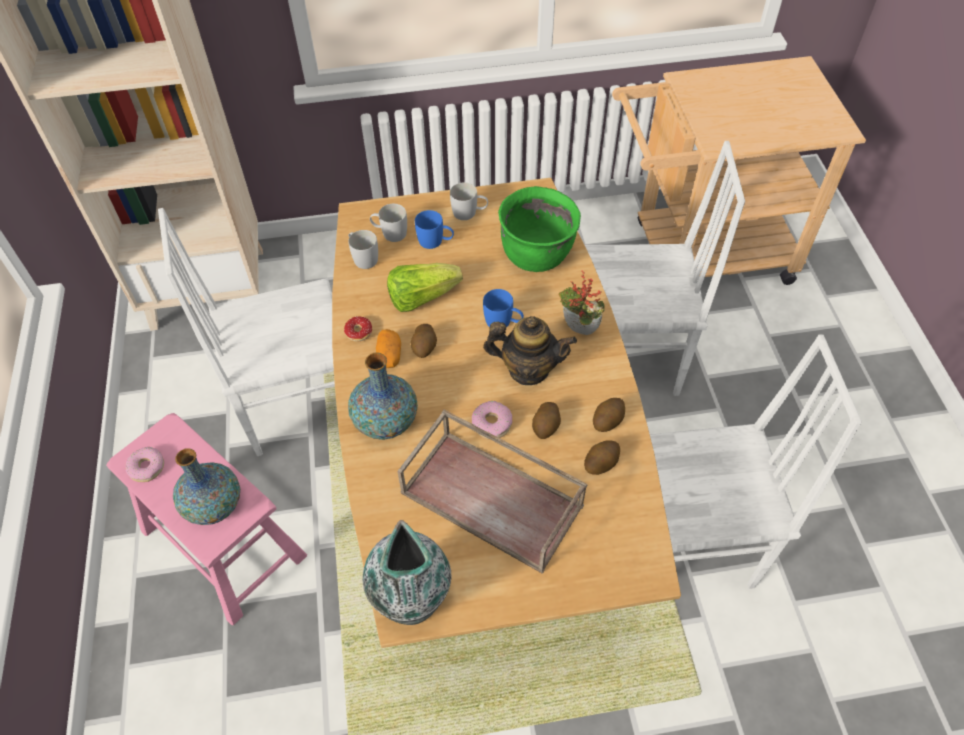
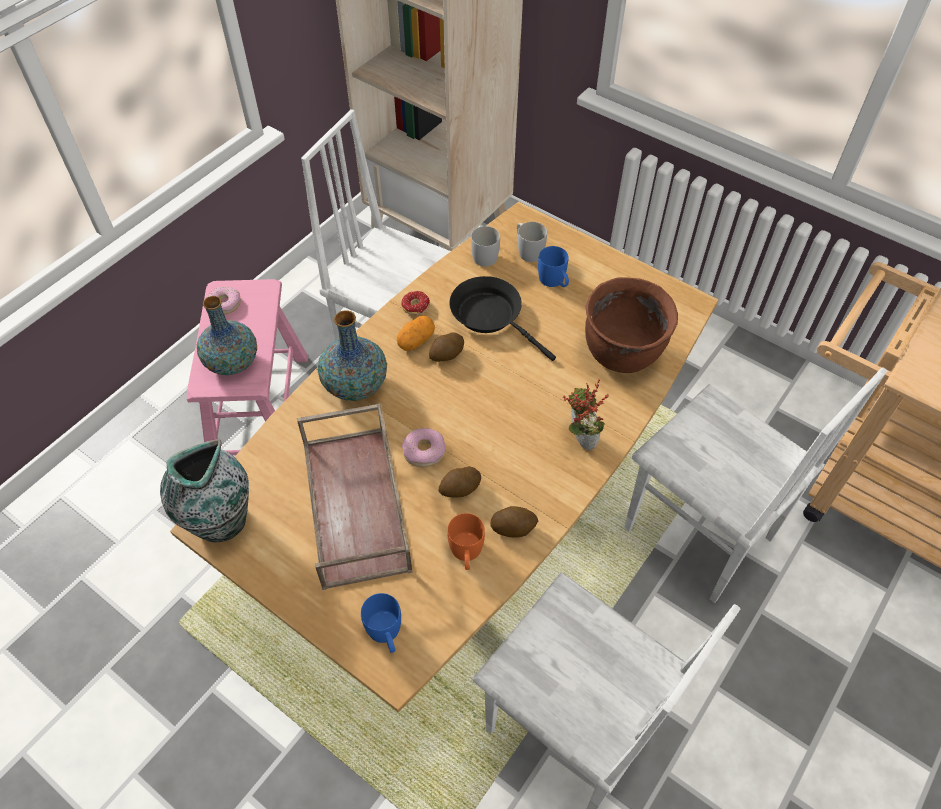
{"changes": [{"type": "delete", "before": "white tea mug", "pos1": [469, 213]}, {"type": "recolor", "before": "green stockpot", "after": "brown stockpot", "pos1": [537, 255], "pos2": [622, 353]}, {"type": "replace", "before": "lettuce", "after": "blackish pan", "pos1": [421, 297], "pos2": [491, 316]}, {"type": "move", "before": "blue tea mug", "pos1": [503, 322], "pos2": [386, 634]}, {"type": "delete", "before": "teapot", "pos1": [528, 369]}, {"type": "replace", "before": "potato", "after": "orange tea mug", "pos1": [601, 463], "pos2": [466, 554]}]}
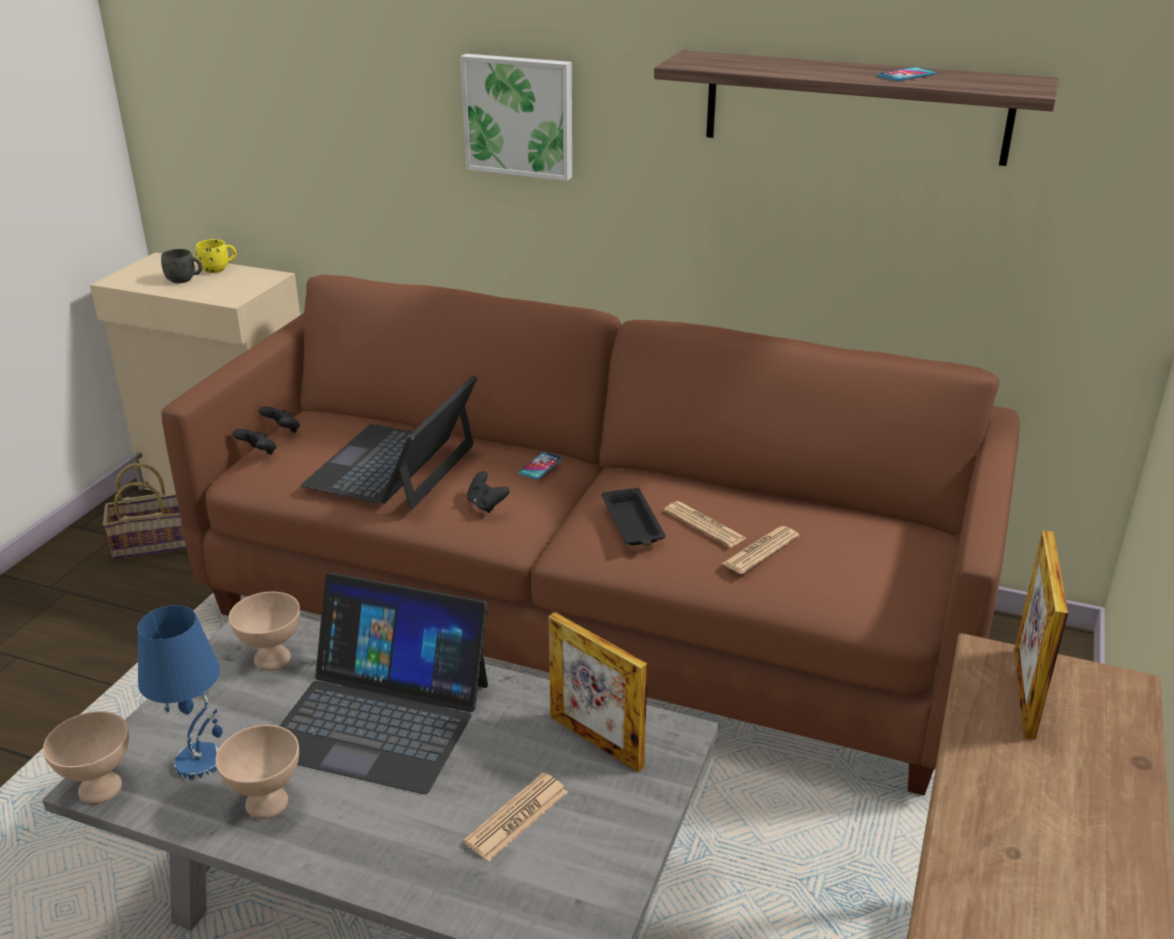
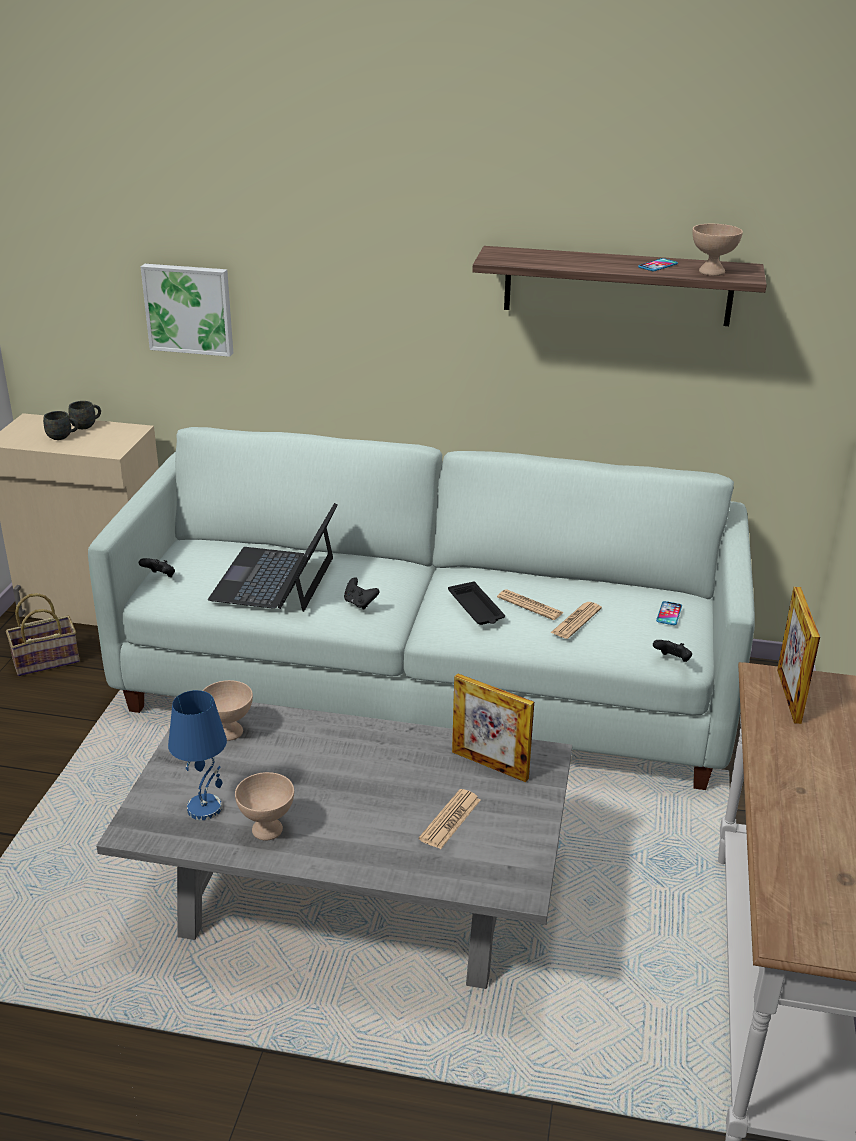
{"changes": [{"type": "move", "before": "wall art", "pos1": [519, 115], "pos2": [189, 308]}, {"type": "recolor", "before": "yellow tea mug", "after": "grey tea mug", "pos1": [219, 269], "pos2": [87, 425]}, {"type": "recolor", "before": "brown settee", "after": "white settee", "pos1": [588, 614], "pos2": [427, 685]}, {"type": "move", "before": "blackish game controller", "pos1": [283, 430], "pos2": [672, 660]}, {"type": "move", "before": "telephone", "pos1": [540, 466], "pos2": [669, 614]}, {"type": "delete", "before": "portable computer", "pos1": [379, 717]}, {"type": "move", "before": "beige deep dish", "pos1": [101, 788], "pos2": [712, 272]}]}
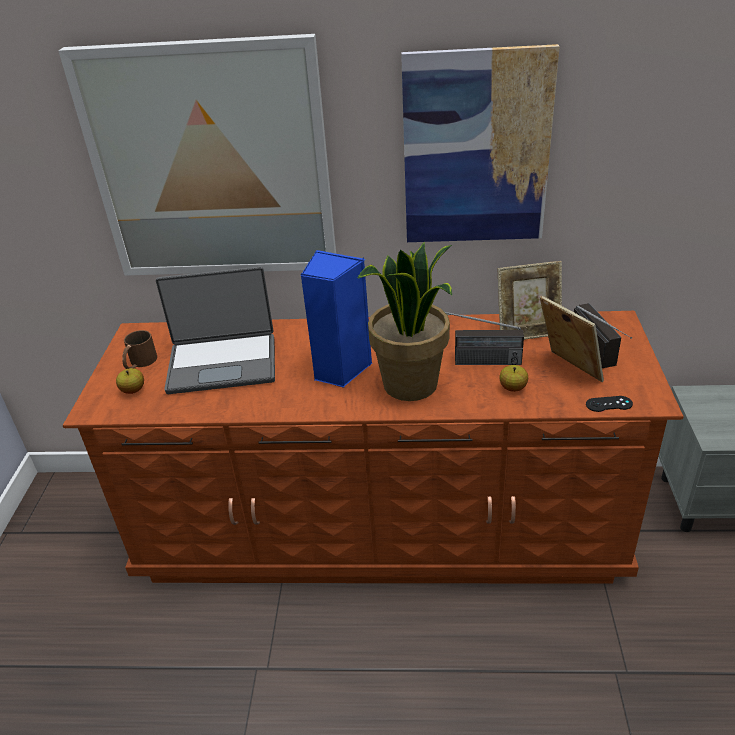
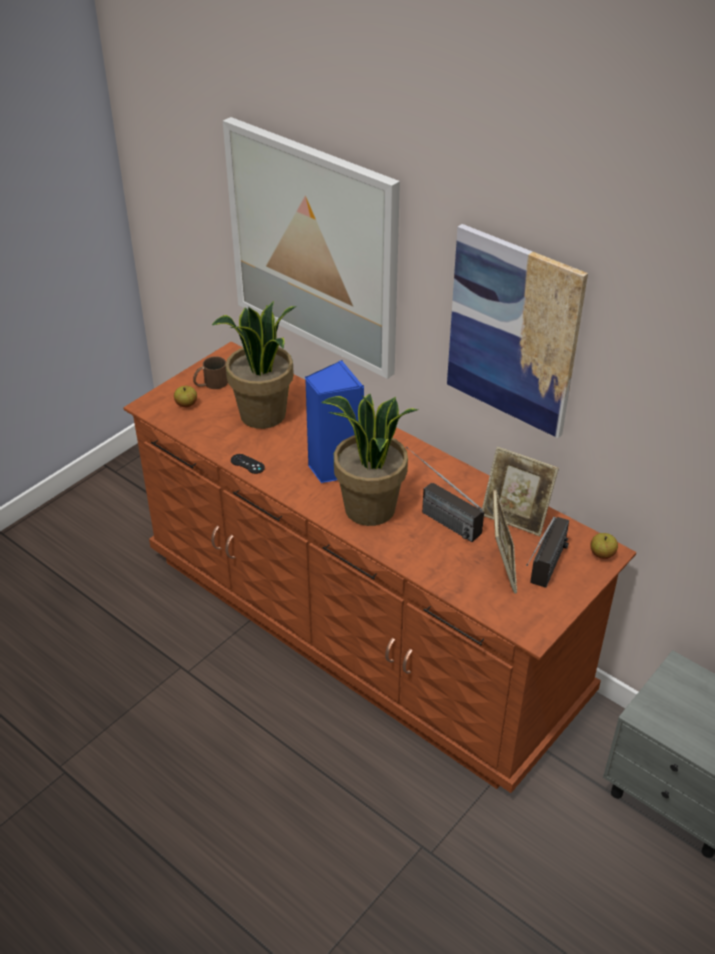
{"changes": [{"type": "replace", "before": "portable computer", "after": "plant in a pot", "pos1": [223, 363], "pos2": [263, 415]}, {"type": "move", "before": "whole apple", "pos1": [513, 388], "pos2": [602, 554]}, {"type": "move", "before": "blackish game controller", "pos1": [609, 404], "pos2": [247, 464]}]}
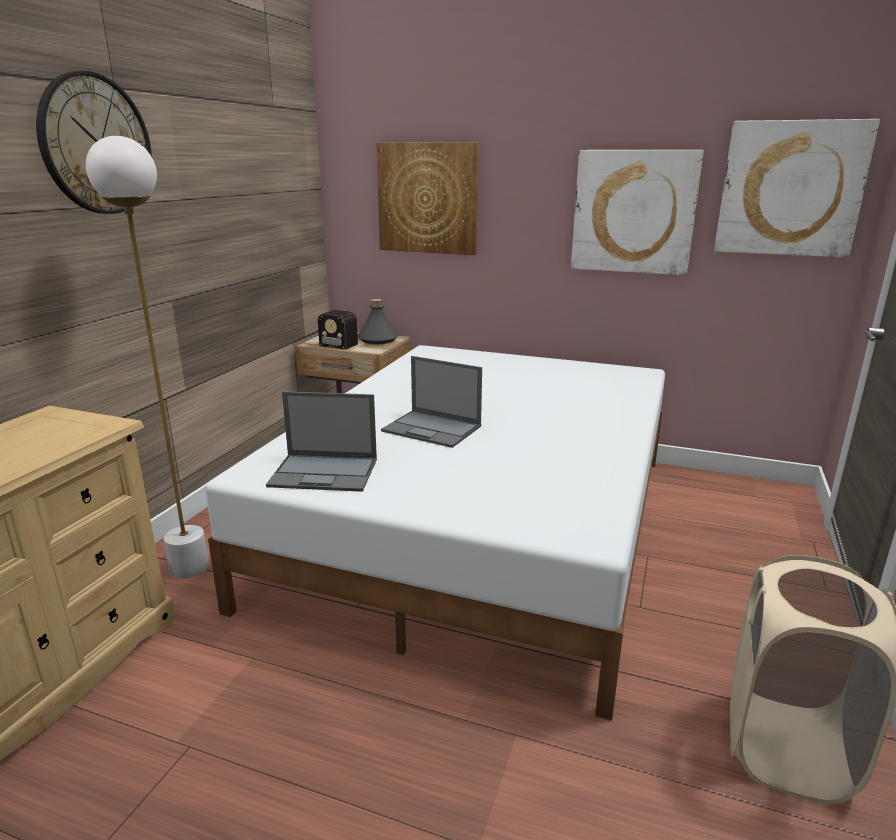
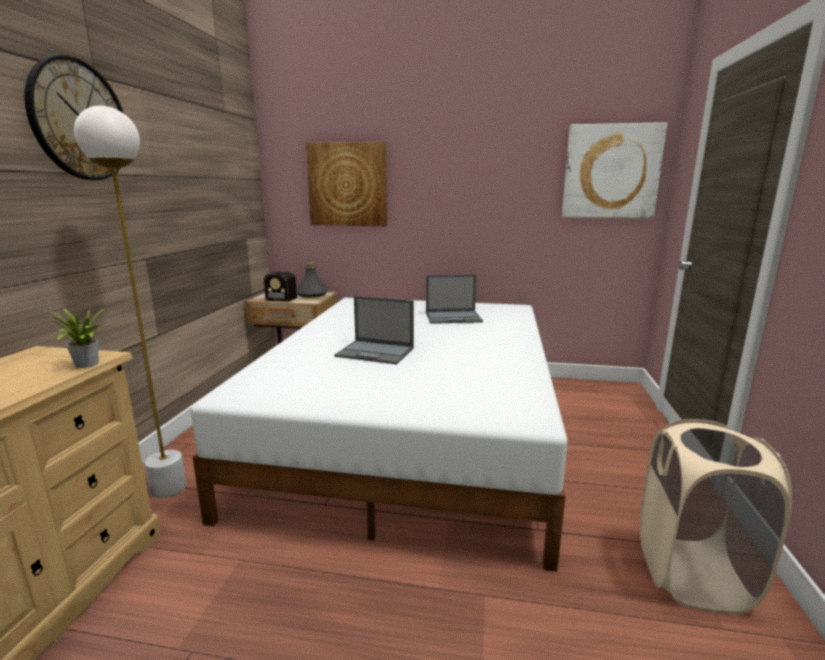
{"changes": [{"type": "delete", "before": "wall art", "pos1": [633, 212]}, {"type": "move", "before": "portable computer", "pos1": [325, 473], "pos2": [454, 317]}, {"type": "insert", "after": "plant in a pot", "pos2": [85, 365]}]}
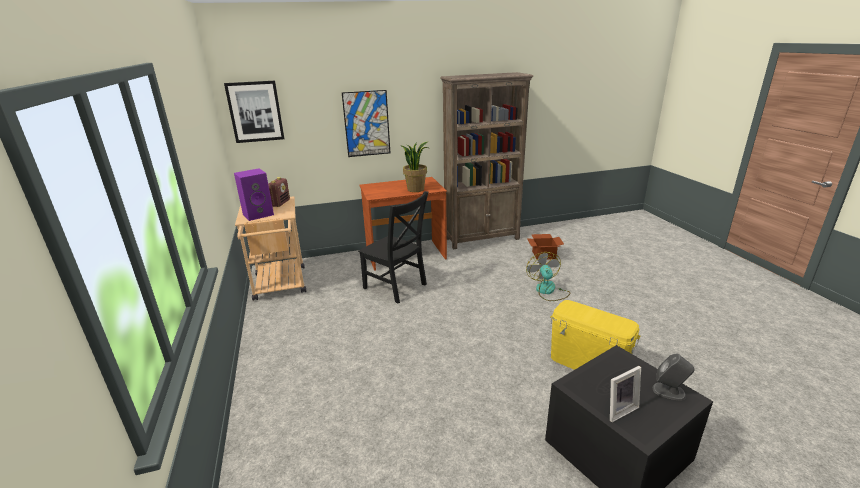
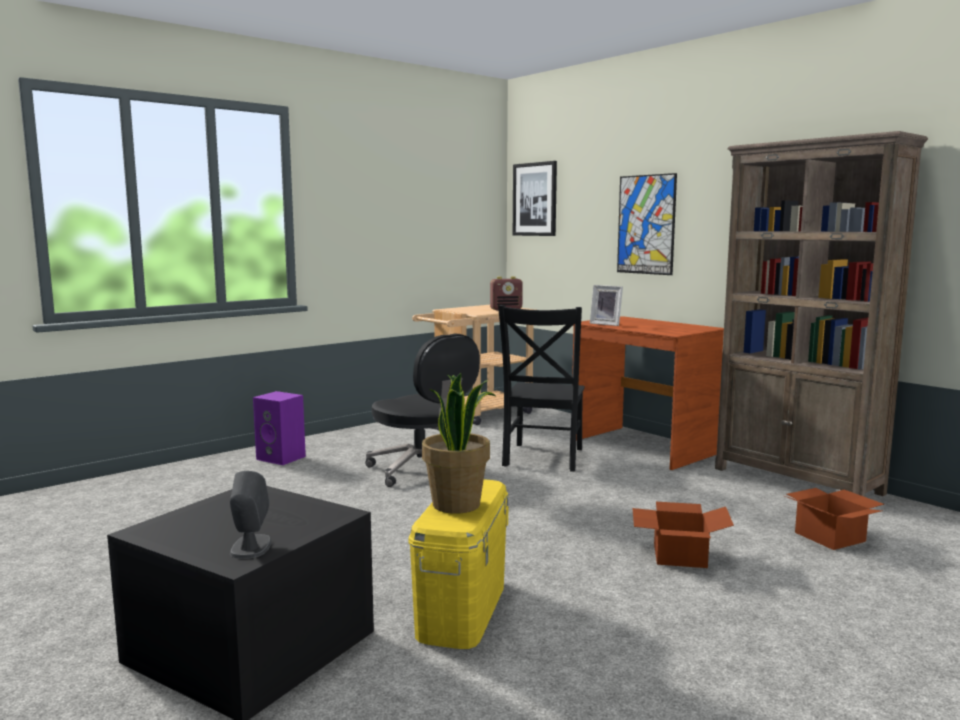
{"changes": [{"type": "move", "before": "plant in a pot", "pos1": [416, 189], "pos2": [457, 505]}, {"type": "move", "before": "purple speaker", "pos1": [258, 214], "pos2": [282, 458]}, {"type": "replace", "before": "fan", "after": "packing box", "pos1": [548, 291], "pos2": [677, 555]}, {"type": "move", "before": "photo frame", "pos1": [618, 409], "pos2": [606, 324]}, {"type": "insert", "after": "blackish desk chair", "pos2": [423, 470]}]}
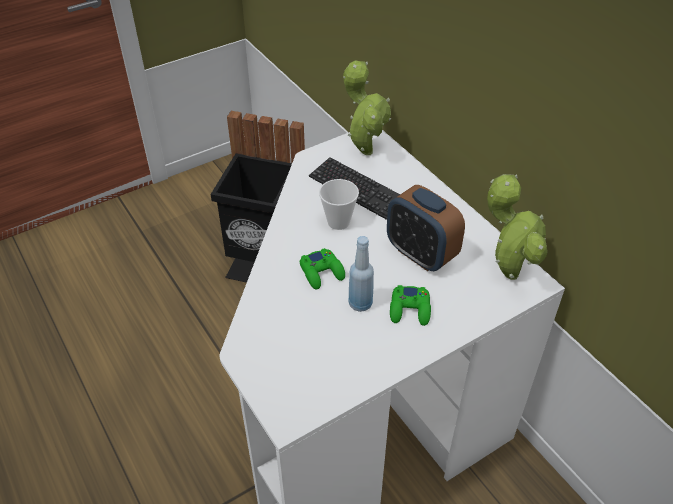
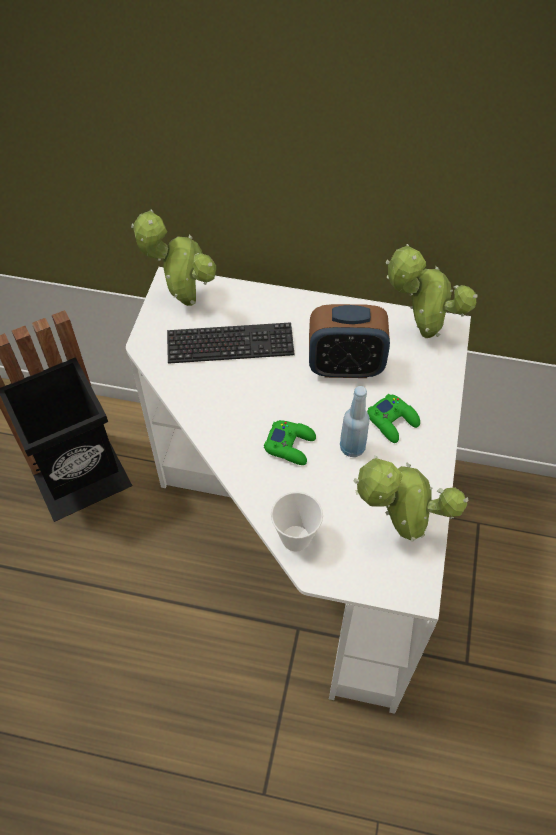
{"changes": [{"type": "move", "before": "cup", "pos1": [338, 222], "pos2": [295, 538]}, {"type": "insert", "after": "plant in a pot", "pos2": [399, 531]}]}
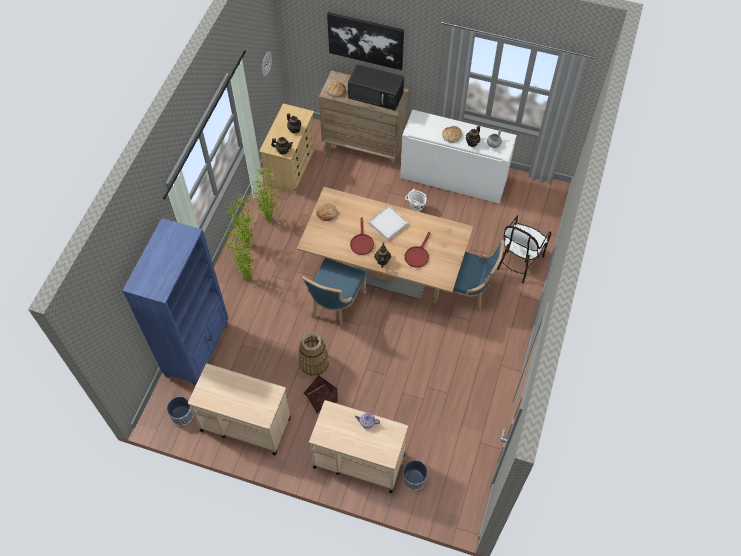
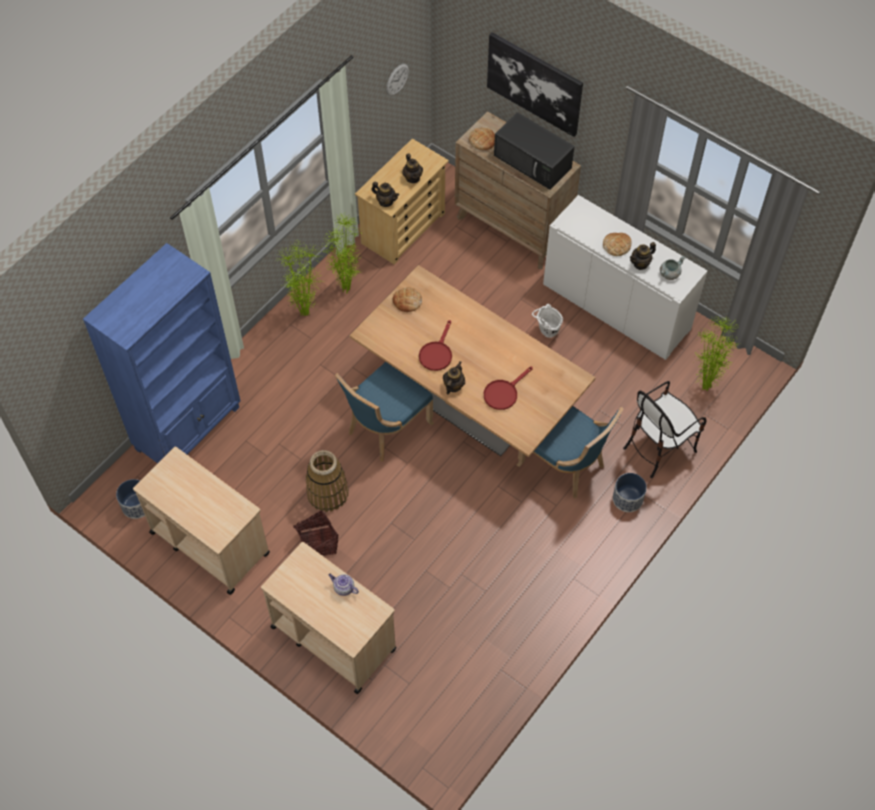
{"changes": [{"type": "delete", "before": "white serving tray", "pos1": [388, 224]}, {"type": "move", "before": "plant in a pot", "pos1": [246, 279], "pos2": [704, 387]}, {"type": "move", "before": "flower pot", "pos1": [414, 478], "pos2": [627, 499]}]}
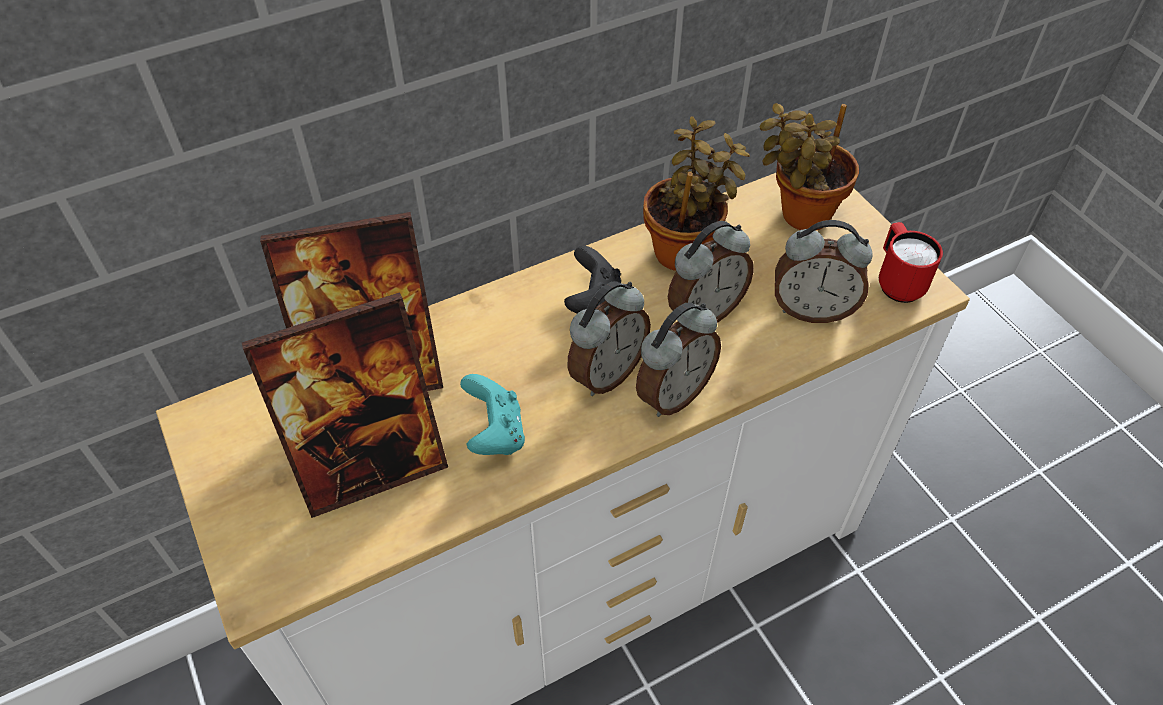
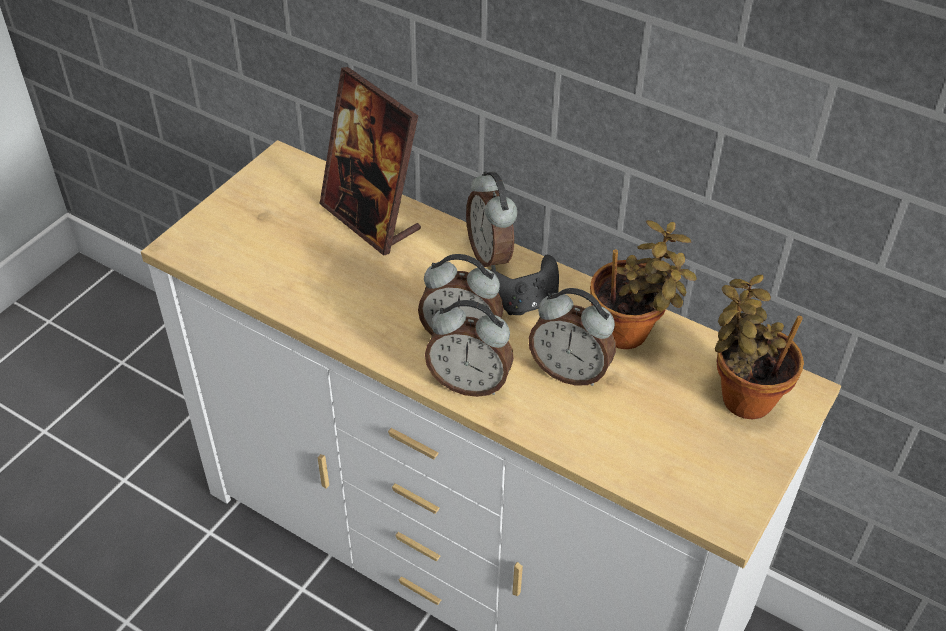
{"changes": [{"type": "move", "before": "bedside clock", "pos1": [812, 310], "pos2": [491, 255]}, {"type": "delete", "before": "reddish tea mug", "pos1": [897, 282]}, {"type": "delete", "before": "photo frame", "pos1": [371, 465]}, {"type": "delete", "before": "blue-green game controller", "pos1": [495, 433]}]}
